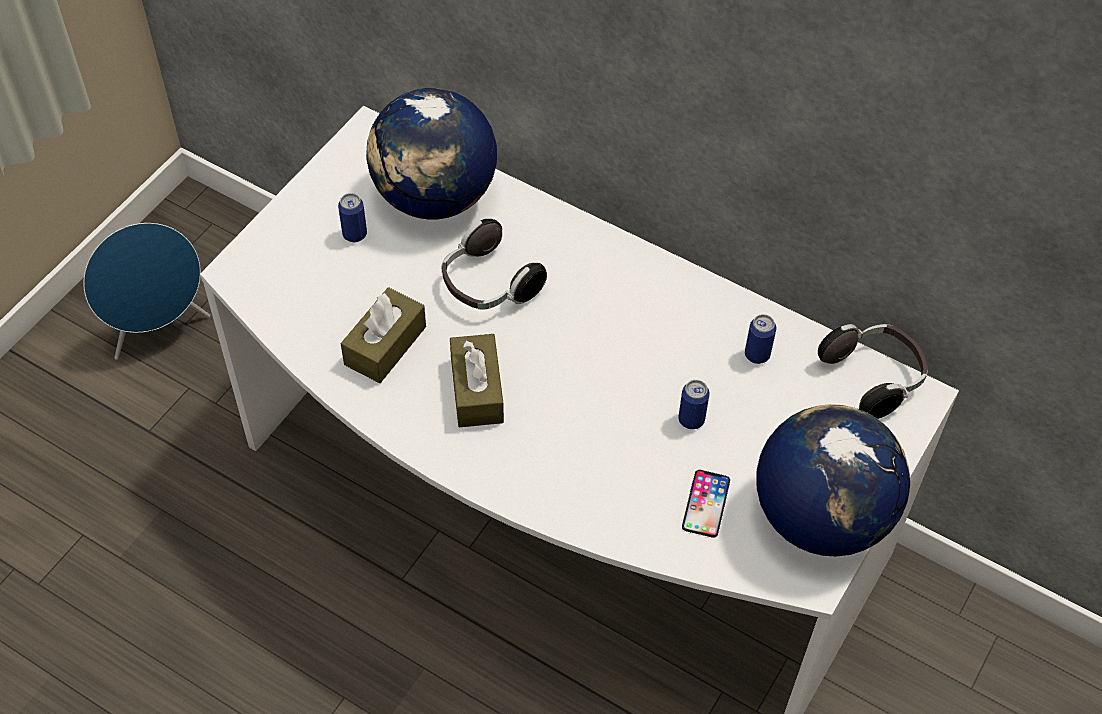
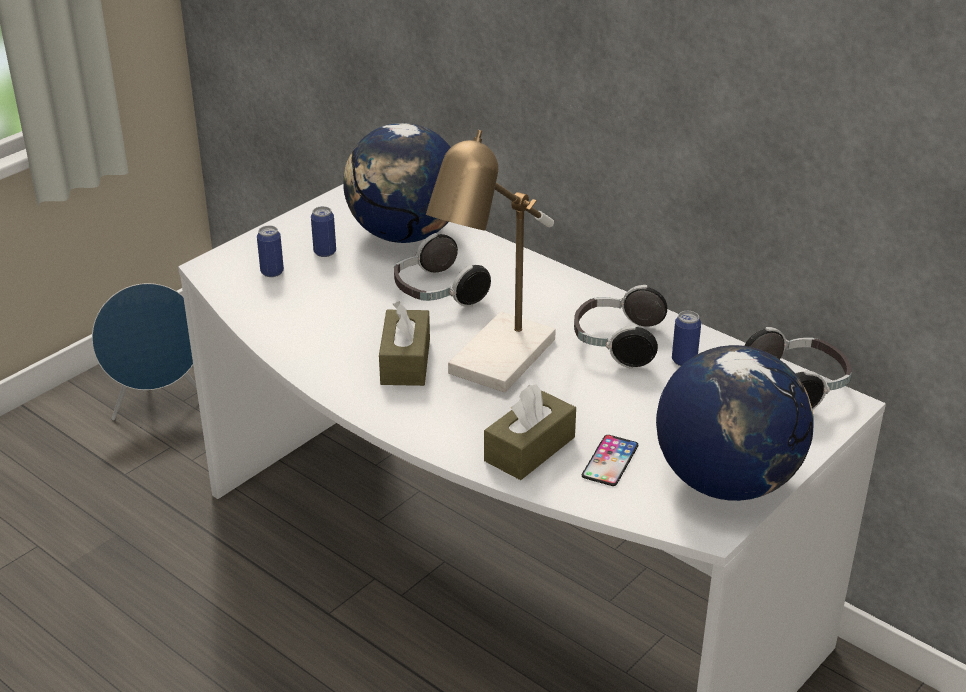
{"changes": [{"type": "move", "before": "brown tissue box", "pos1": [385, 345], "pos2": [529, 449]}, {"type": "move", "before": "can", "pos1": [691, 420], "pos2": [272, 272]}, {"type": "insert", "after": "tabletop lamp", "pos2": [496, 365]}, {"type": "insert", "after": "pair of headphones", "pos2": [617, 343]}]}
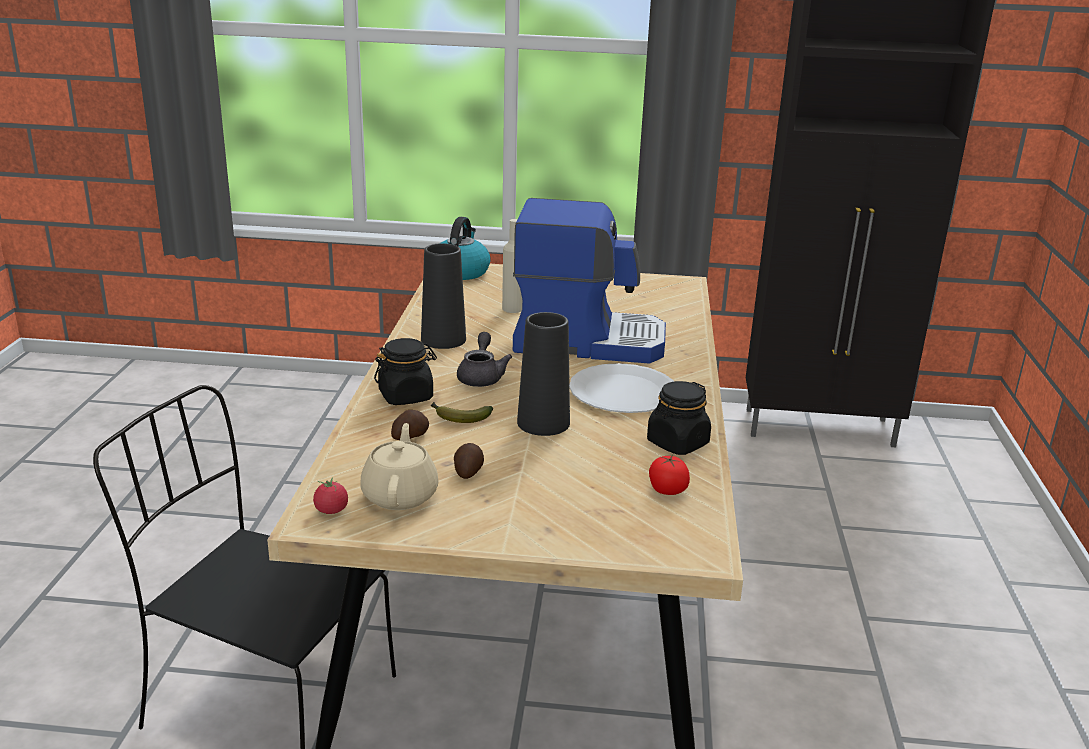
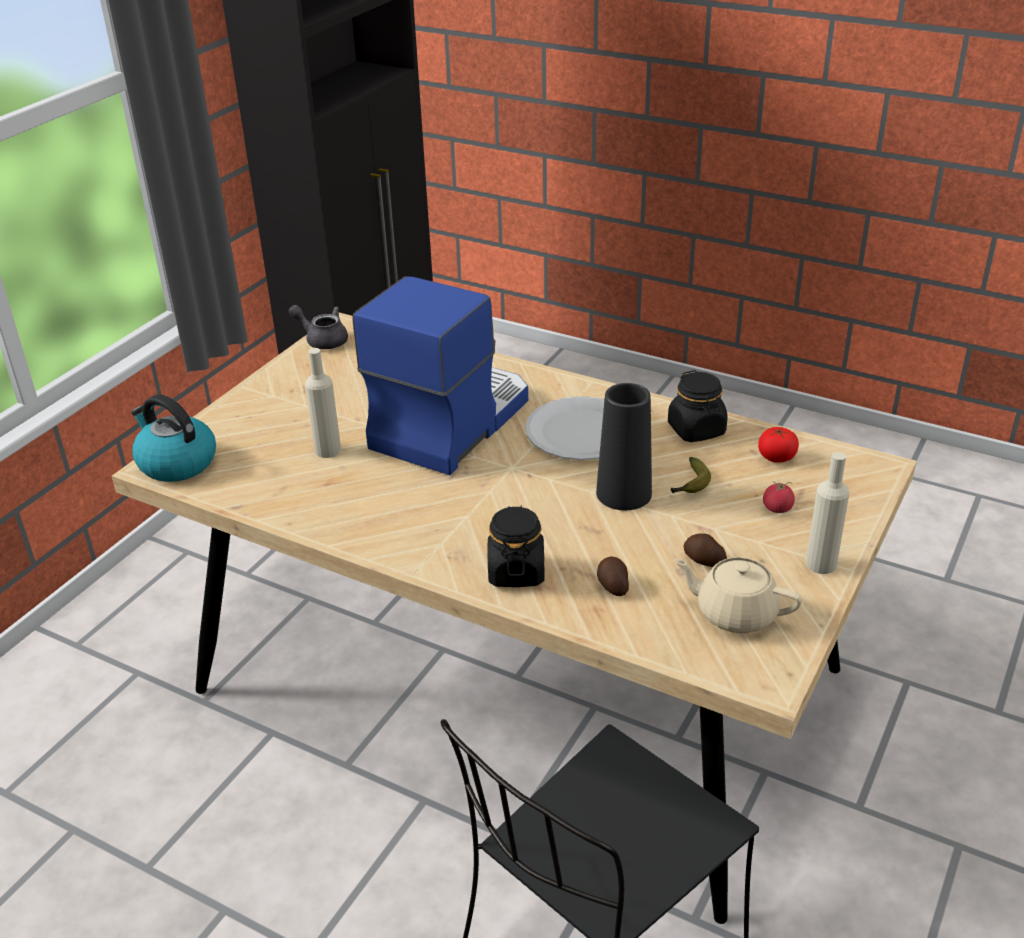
{"changes": [{"type": "delete", "before": "blackish vase", "pos1": [443, 339]}, {"type": "move", "before": "grey teapot", "pos1": [481, 376], "pos2": [322, 340]}, {"type": "move", "before": "banana", "pos1": [458, 417], "pos2": [690, 484]}, {"type": "move", "before": "tomato", "pos1": [331, 510], "pos2": [777, 508]}, {"type": "insert", "after": "beige beverage bottle", "pos2": [821, 564]}]}
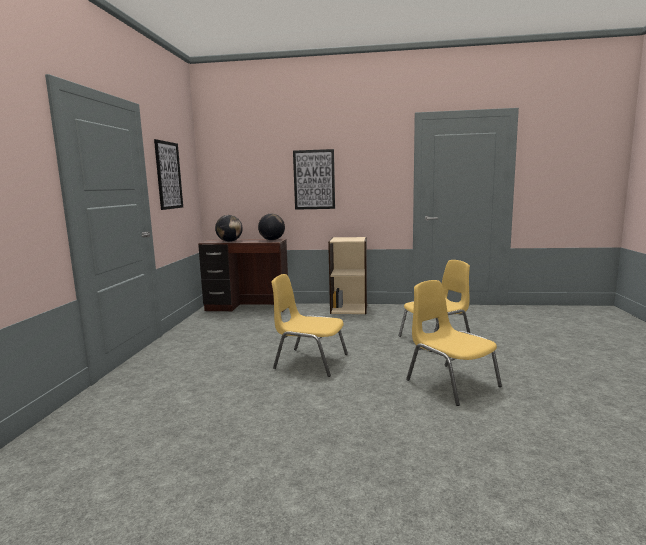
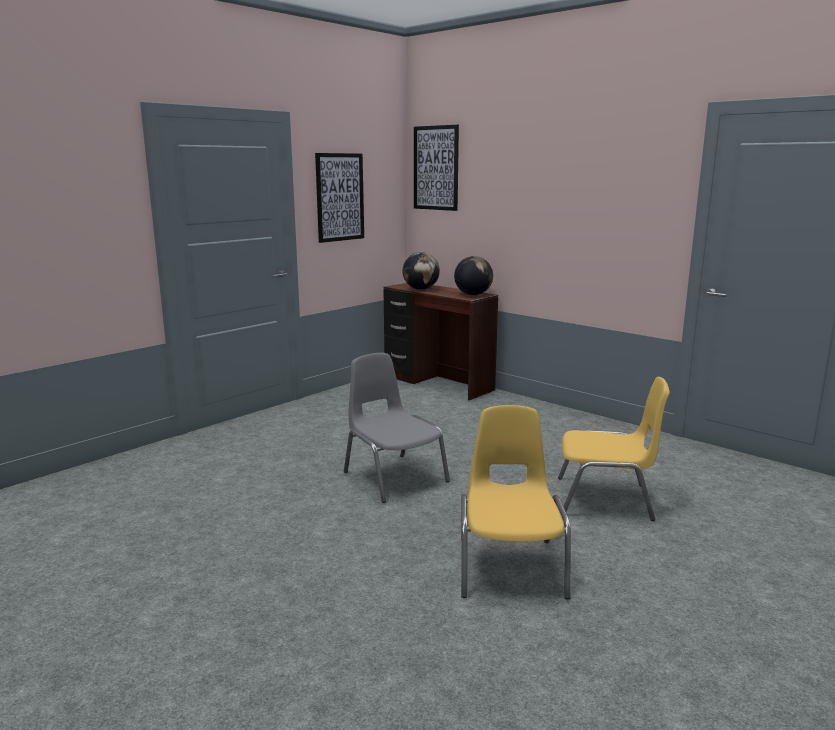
{"changes": [{"type": "move", "before": "wall art", "pos1": [314, 179], "pos2": [436, 168]}, {"type": "delete", "before": "beige bookshelf", "pos1": [349, 309]}, {"type": "recolor", "before": "yellow chair", "after": "grey chair", "pos1": [310, 361], "pos2": [394, 476]}]}
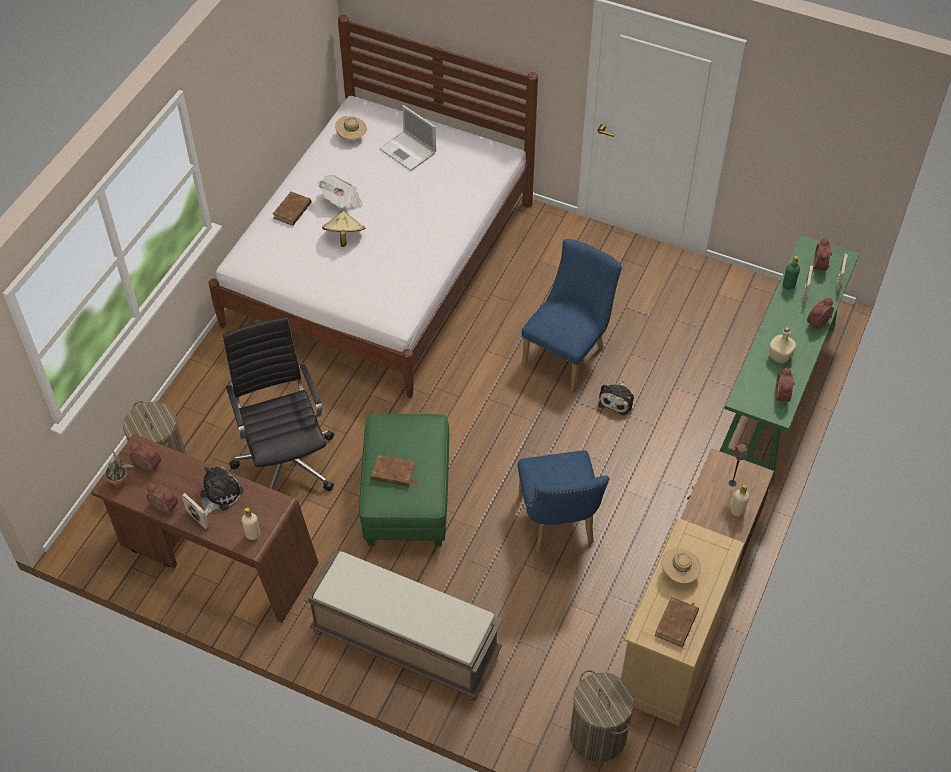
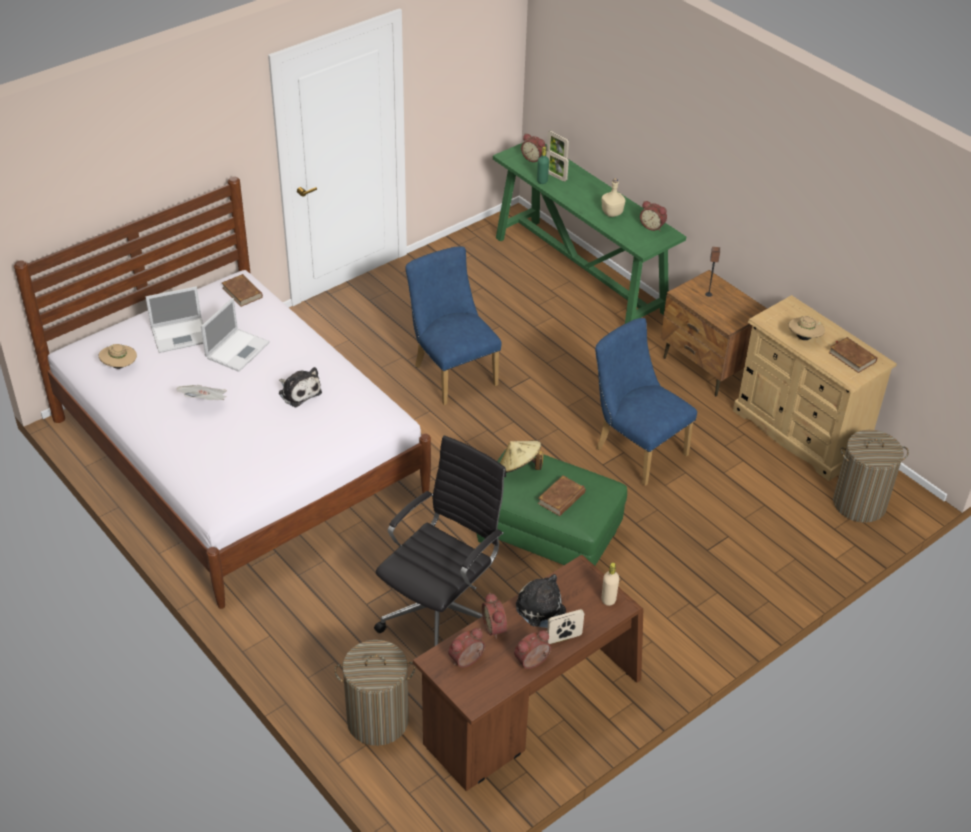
{"changes": [{"type": "move", "before": "brown bound book", "pos1": [292, 210], "pos2": [242, 292]}, {"type": "move", "before": "beige clothing hat", "pos1": [344, 237], "pos2": [519, 468]}, {"type": "move", "before": "bedside clock", "pos1": [819, 324], "pos2": [496, 627]}, {"type": "rotate", "before": "blackish desk chair", "pos1": [286, 460], "pos2": [441, 613], "turn": 120}, {"type": "move", "before": "cuddly toy", "pos1": [617, 400], "pos2": [298, 392]}, {"type": "delete", "before": "plant in a pot", "pos1": [121, 481]}, {"type": "rotate", "before": "blue chair", "pos1": [558, 525], "pos2": [635, 449], "turn": -150}, {"type": "delete", "before": "beige beverage bottle", "pos1": [737, 511]}, {"type": "delete", "before": "brown indoor bench", "pos1": [404, 643]}, {"type": "insert", "after": "portable computer", "pos2": [238, 349]}]}
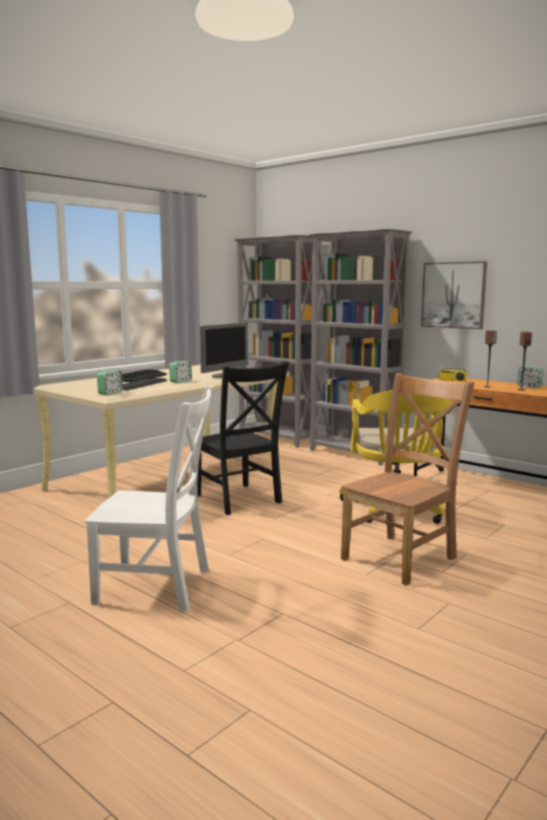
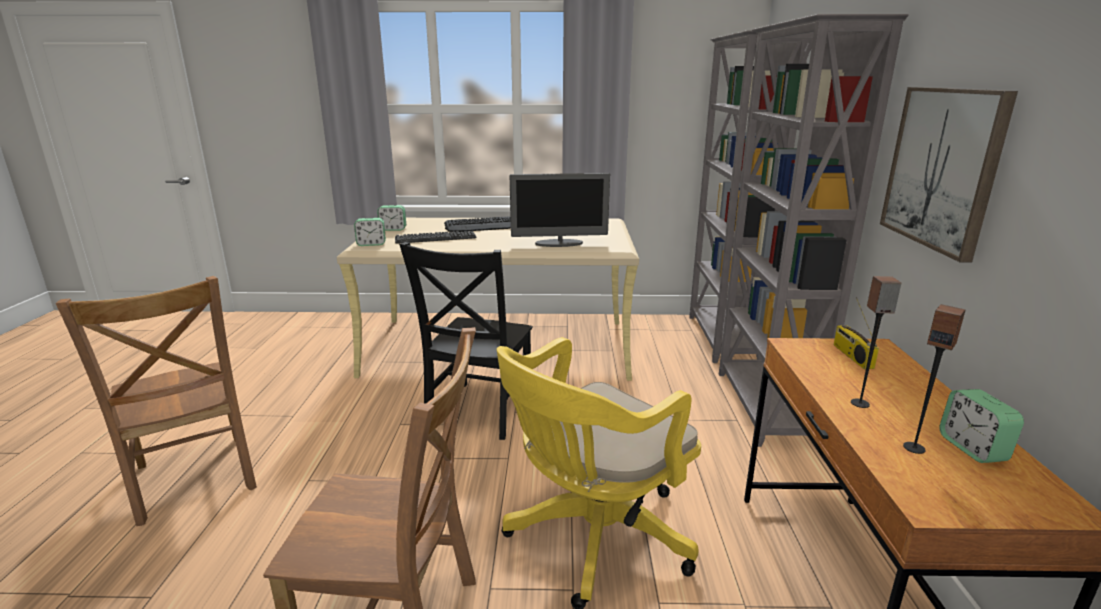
{"changes": [{"type": "move", "before": "bedside clock", "pos1": [180, 381], "pos2": [393, 229]}, {"type": "recolor", "before": "white chair", "after": "brown chair", "pos1": [158, 587], "pos2": [194, 480]}]}
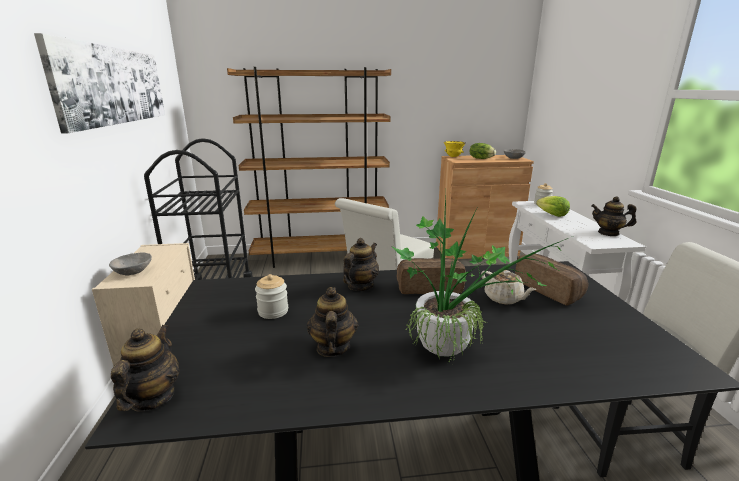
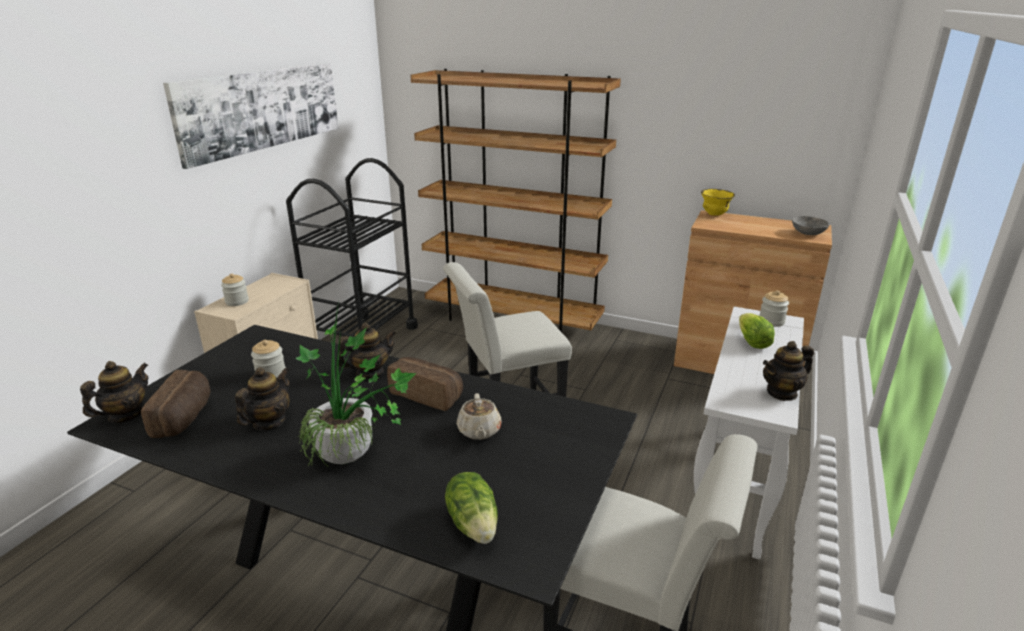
{"changes": [{"type": "move", "before": "lettuce", "pos1": [481, 158], "pos2": [474, 524]}, {"type": "rotate", "before": "teapot", "pos1": [608, 233], "pos2": [782, 393], "turn": -75}, {"type": "replace", "before": "grey deep dish", "after": "preserve jar", "pos1": [134, 272], "pos2": [237, 301]}, {"type": "move", "before": "bread", "pos1": [549, 290], "pos2": [186, 417]}]}
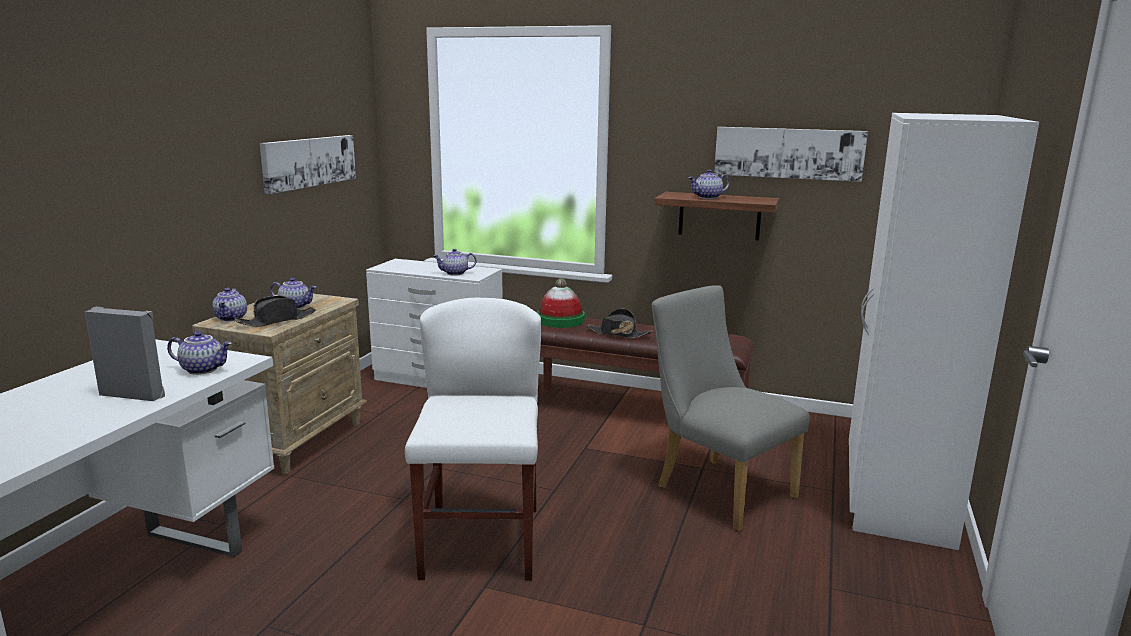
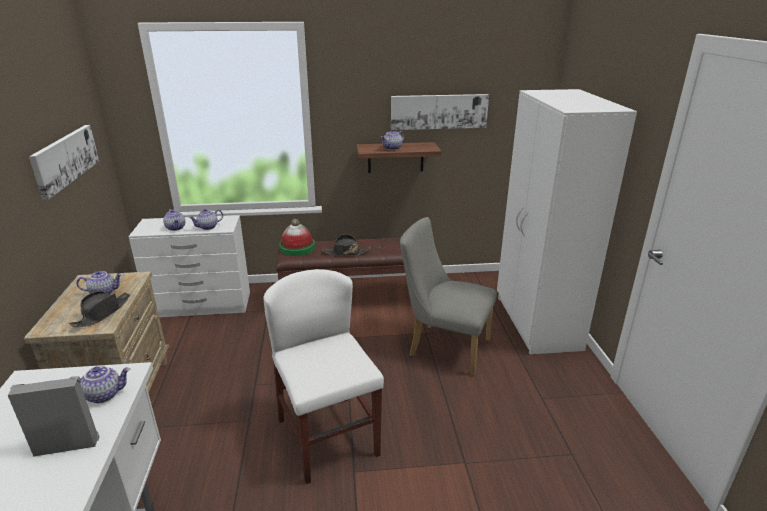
{"changes": [{"type": "move", "before": "teapot", "pos1": [231, 318], "pos2": [176, 228]}]}
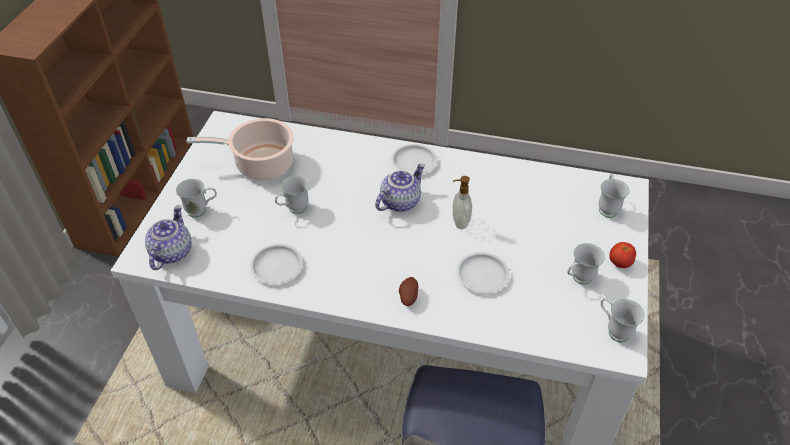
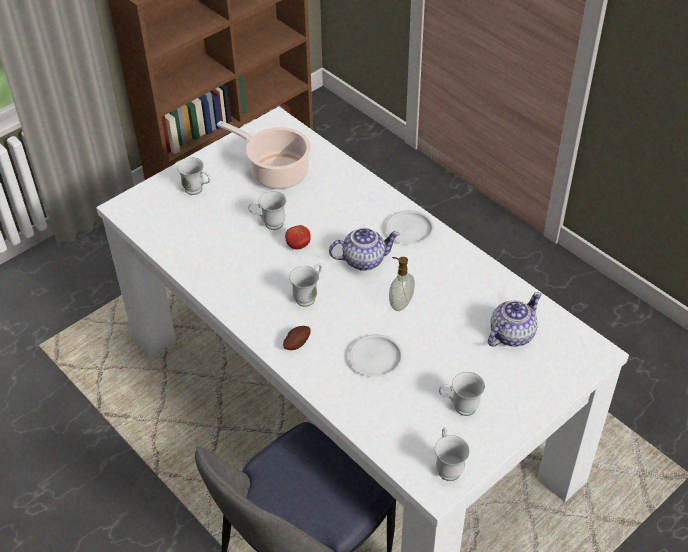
{"changes": [{"type": "move", "before": "white tea mug", "pos1": [607, 207], "pos2": [309, 296]}, {"type": "move", "before": "teapot", "pos1": [171, 253], "pos2": [511, 334]}, {"type": "move", "before": "tomato", "pos1": [619, 263], "pos2": [298, 245]}, {"type": "delete", "before": "white dinner plate", "pos1": [276, 267]}]}
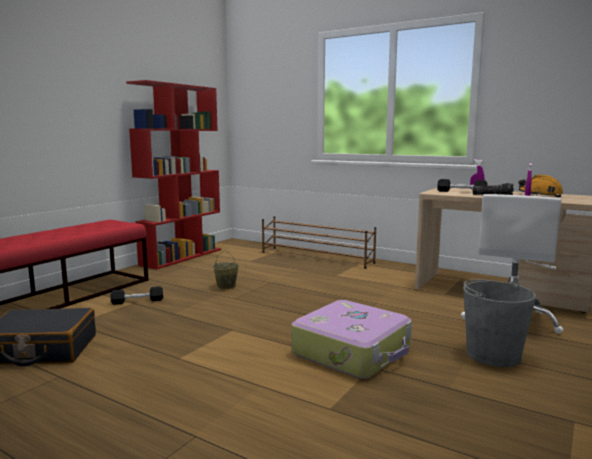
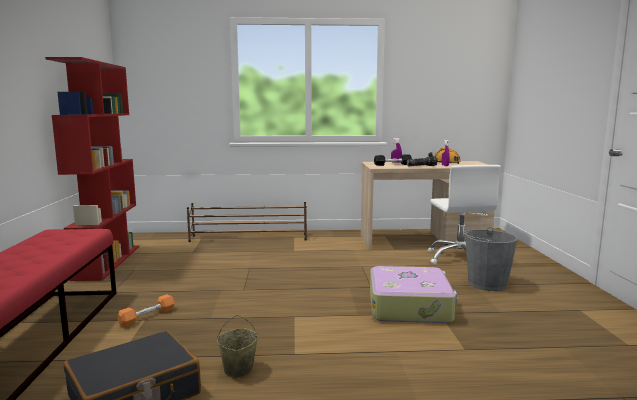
{"changes": [{"type": "move", "before": "beige bucket", "pos1": [226, 286], "pos2": [238, 370]}, {"type": "recolor", "before": "blackish free weight", "after": "orange free weight", "pos1": [137, 301], "pos2": [147, 317]}]}
